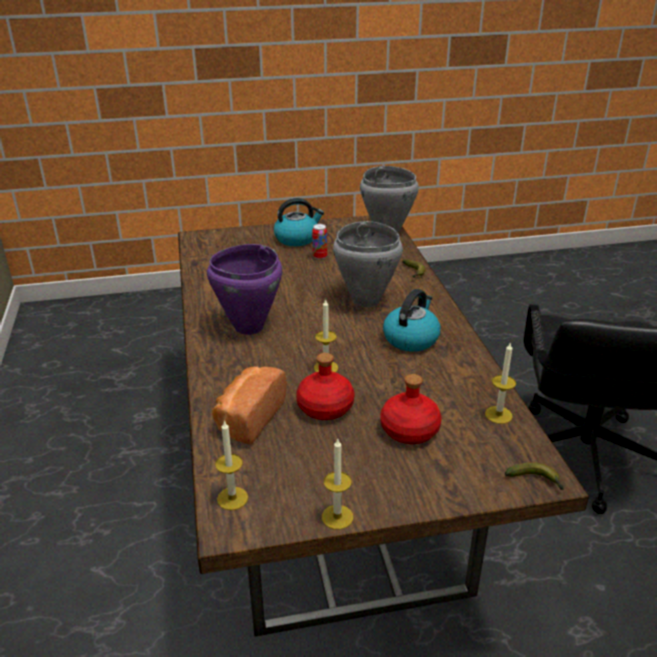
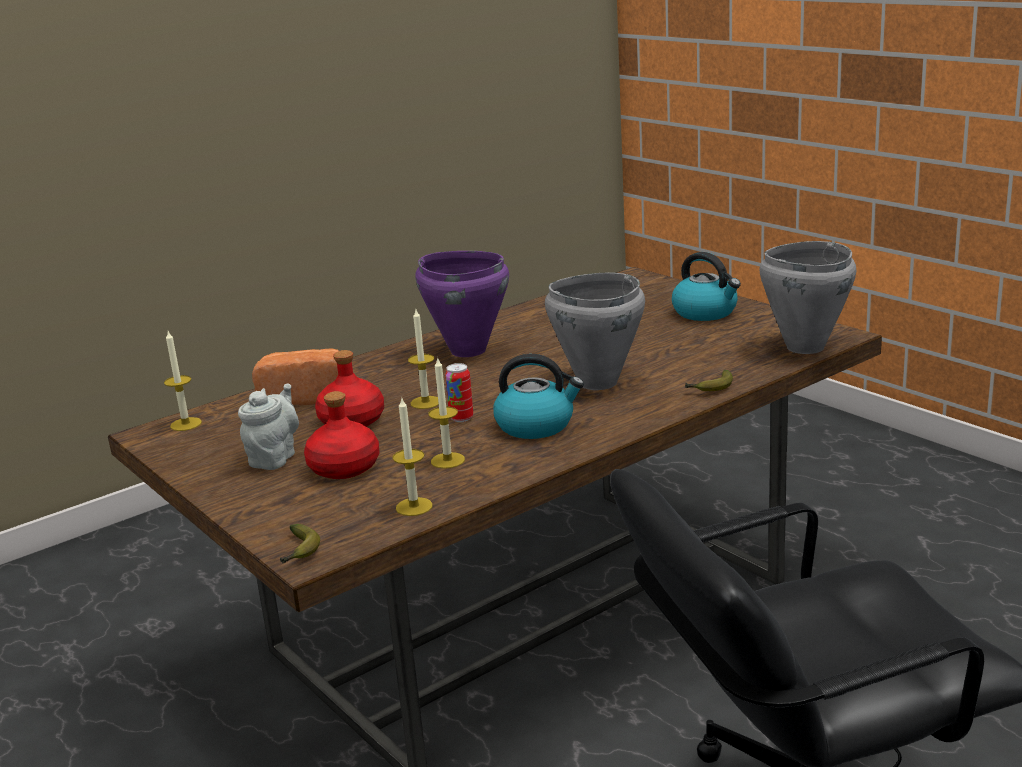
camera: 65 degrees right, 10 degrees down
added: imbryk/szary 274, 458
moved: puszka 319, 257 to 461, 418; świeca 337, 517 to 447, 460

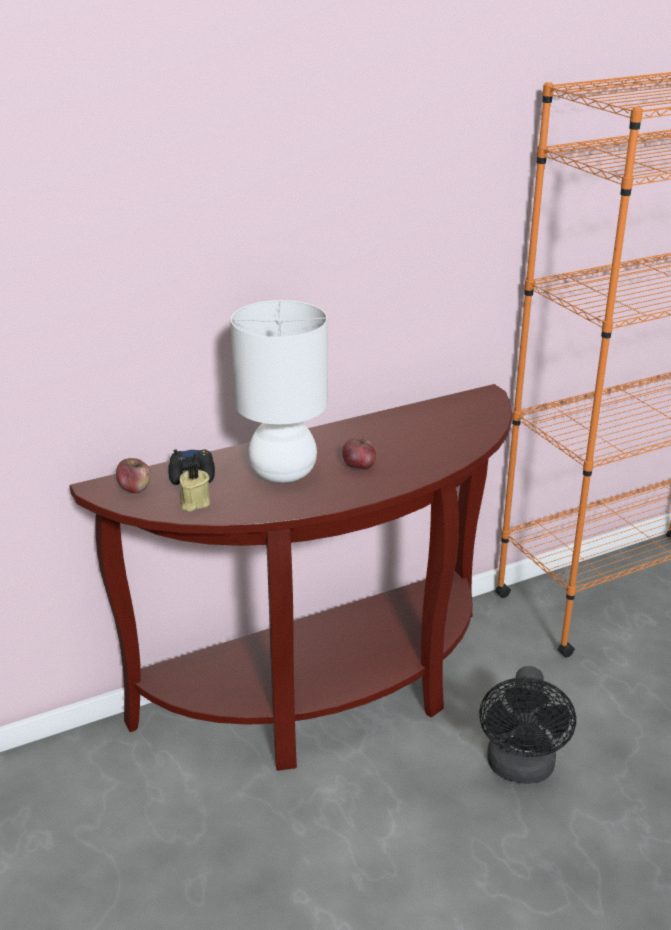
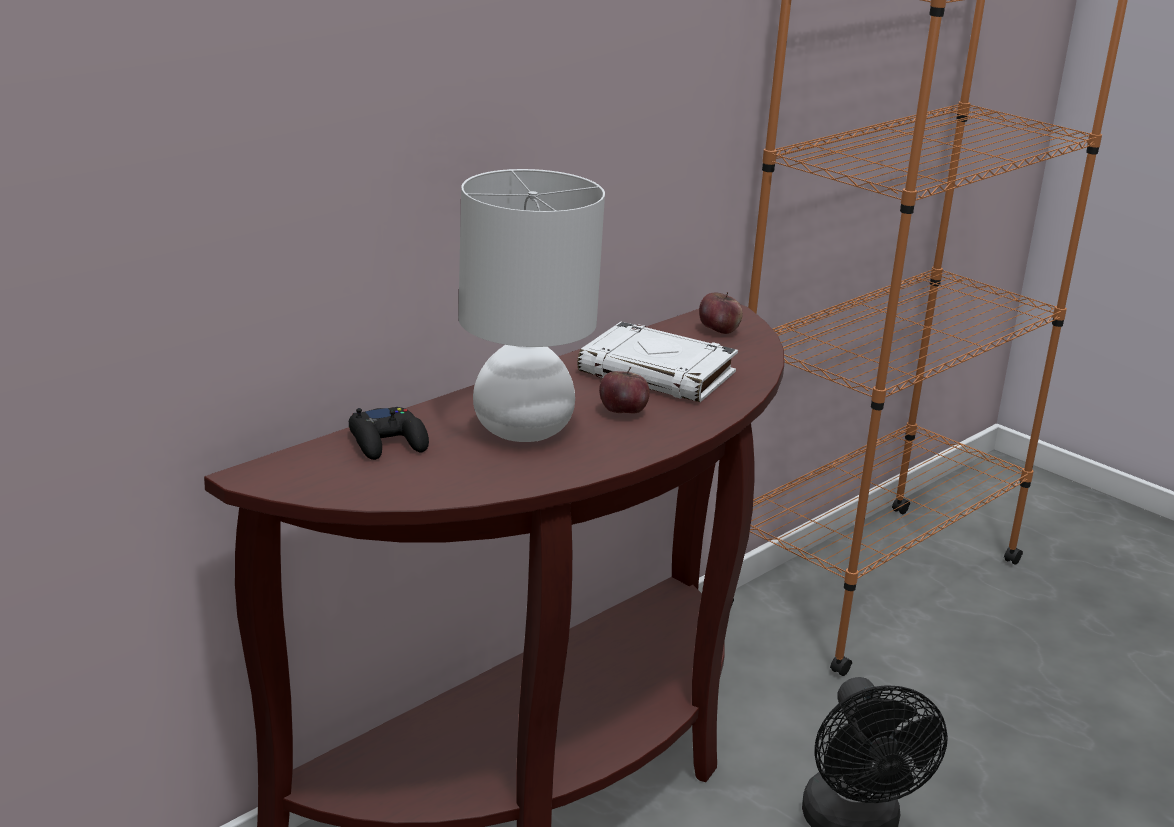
camera: 20 degrees left, 5 degrees down
removed: świeca/beżowy 194, 503
added: książka/biały 659, 373
moved: jabłko 135, 488 to 719, 330

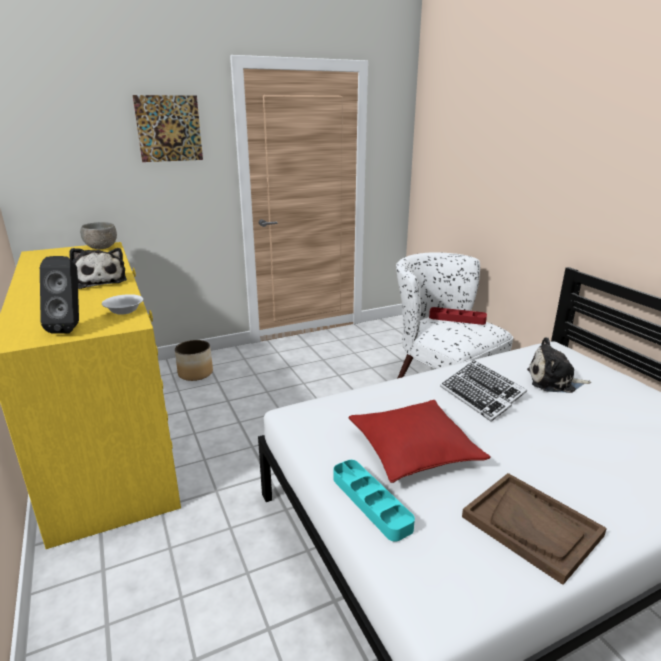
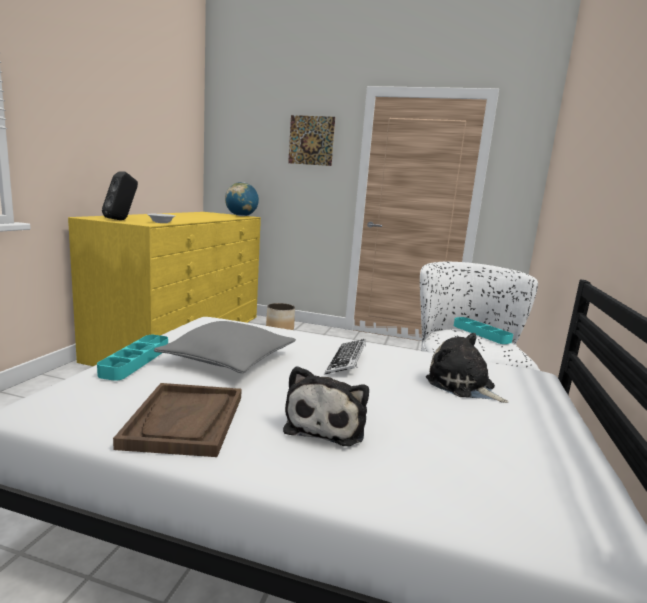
camera: 40 degrees right, 10 degrees down
removed: klawiatura 489, 386
moved: pluszak 100, 281 to 327, 425
replaced: miska/szary 101, 248 to globus 241, 216
recoloured: taca/czerwony 457, 319 to taca/turkusowy 481, 333; poduszka/czerwony 414, 450 to poduszka/szary 228, 359

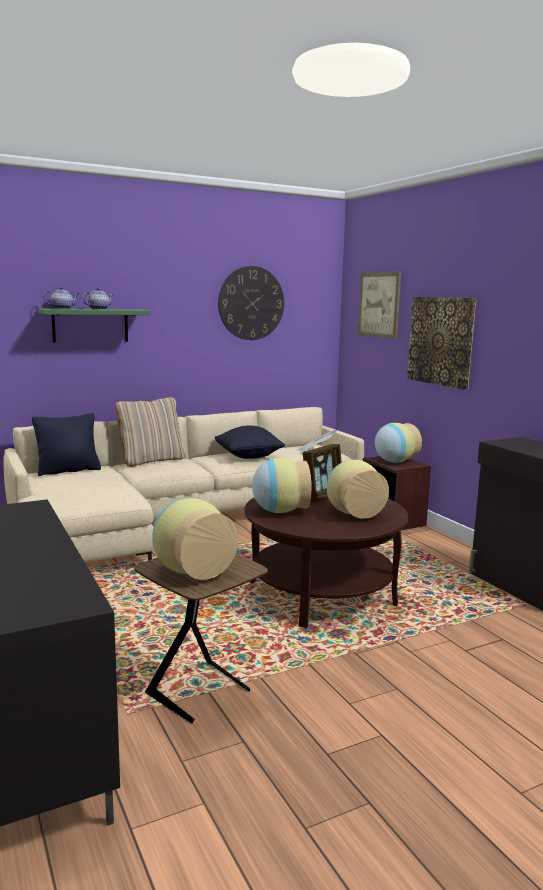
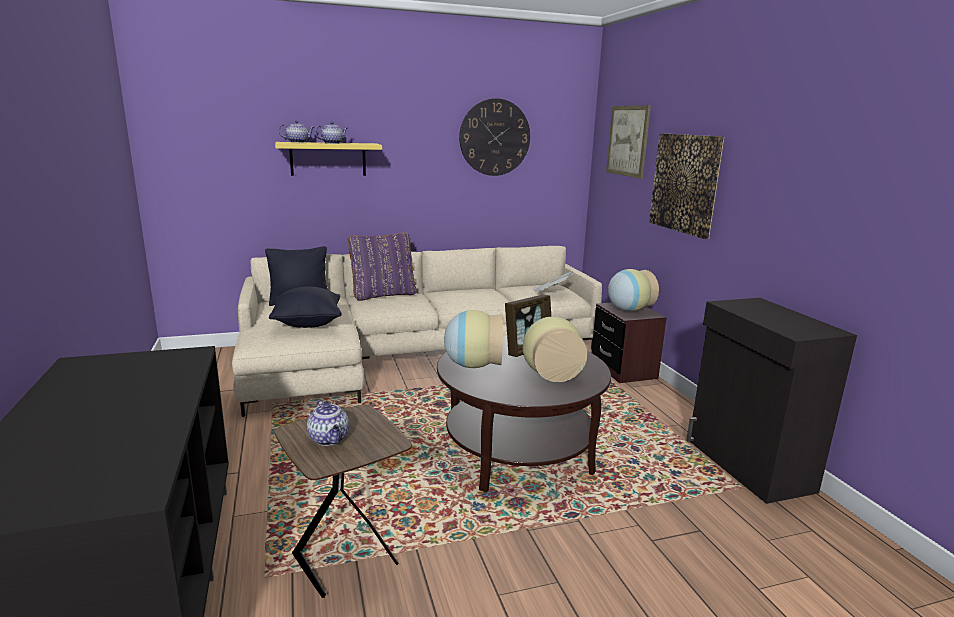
camera: 10 degrees right, 5 degrees up
moved: poduszka/czarny 248, 456 to 308, 323
replaced: wazon 191, 570 to imbryk 329, 439
recoloured: półka/zielony 90, 325 to półka/żółty 328, 159; poduszka/beżowy 151, 461 to poduszka/fioletowy 383, 295

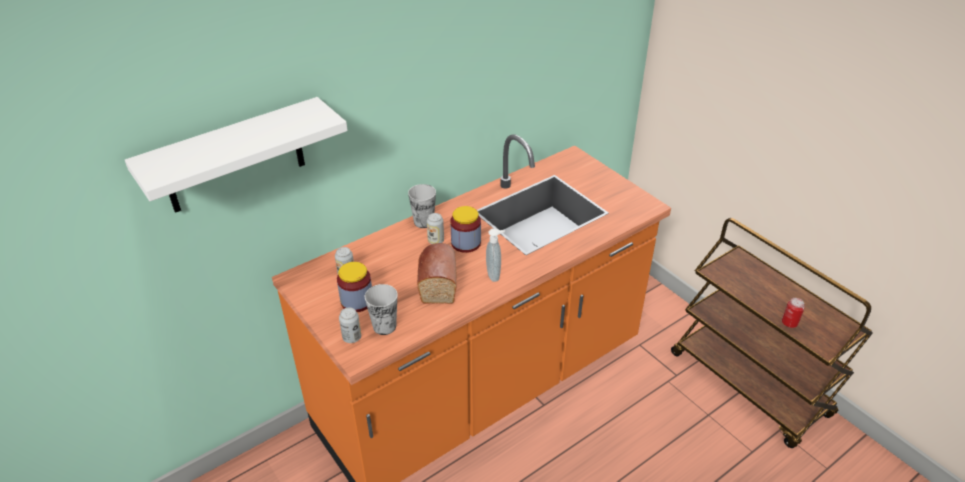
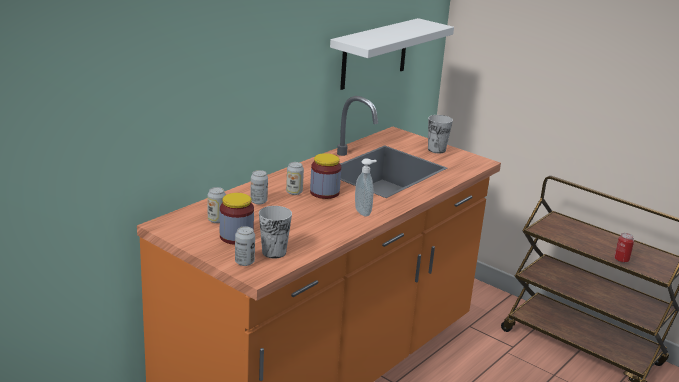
camera: 15 degrees left, 15 degrees down
removed: chleb 438, 280
added: puszka 258, 201
moved: półka/biały 234, 157 to 374, 54; filiżanka 423, 222 to 436, 150

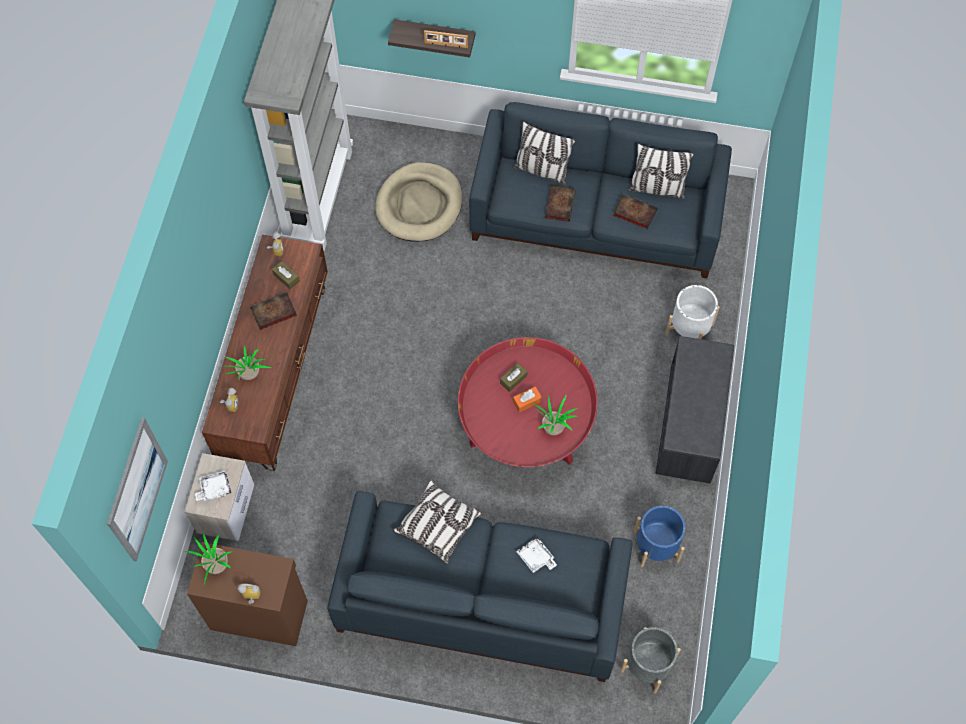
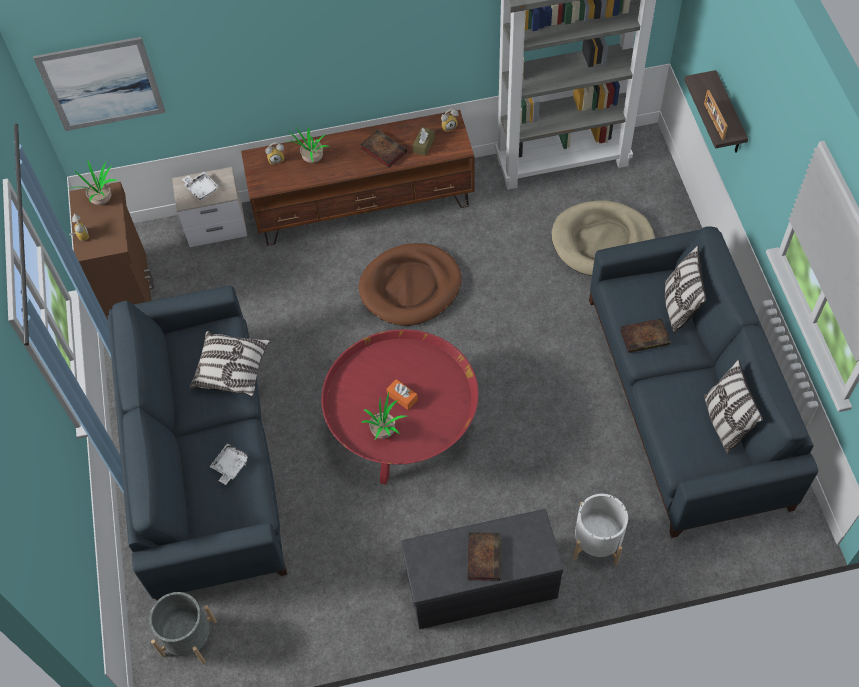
camera: 70 degrees right, 5 degrees down
removed: pudełko chusteczek/brązowy 513, 379; donica/niebieski 656, 546
added: legowisko/brązowy 410, 287
moved: książka 633, 213 to 483, 556

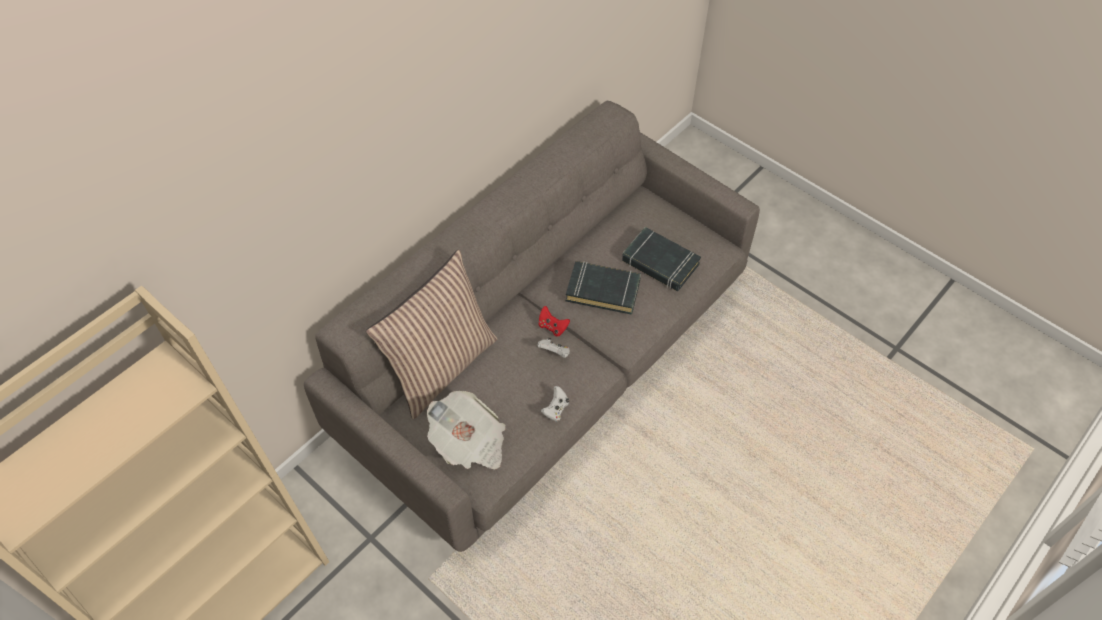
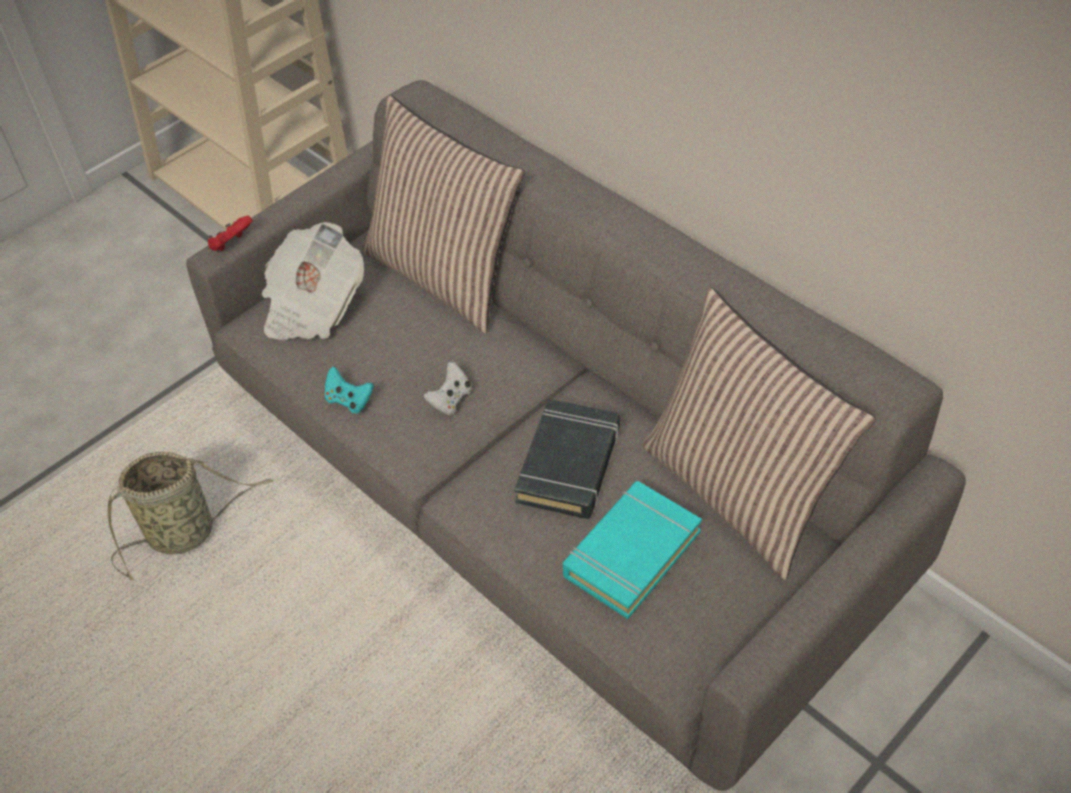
camera: 95 degrees right, 5 degrees down
added: poduszka 738, 492; koszyk 187, 532
moved: pad do gier/czerwony 552, 327 to 231, 244
recoloured: książka/czarny 660, 263 to książka/turkusowy 631, 553; pad do gier/biały 555, 409 to pad do gier/turkusowy 349, 400

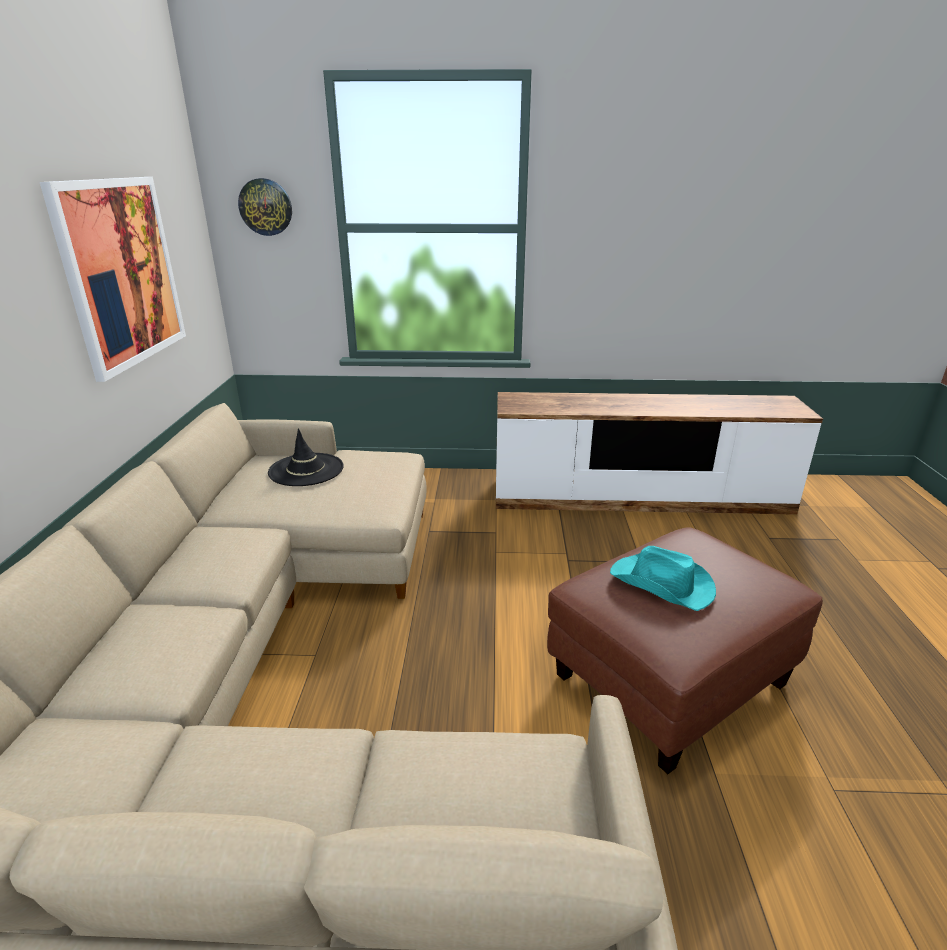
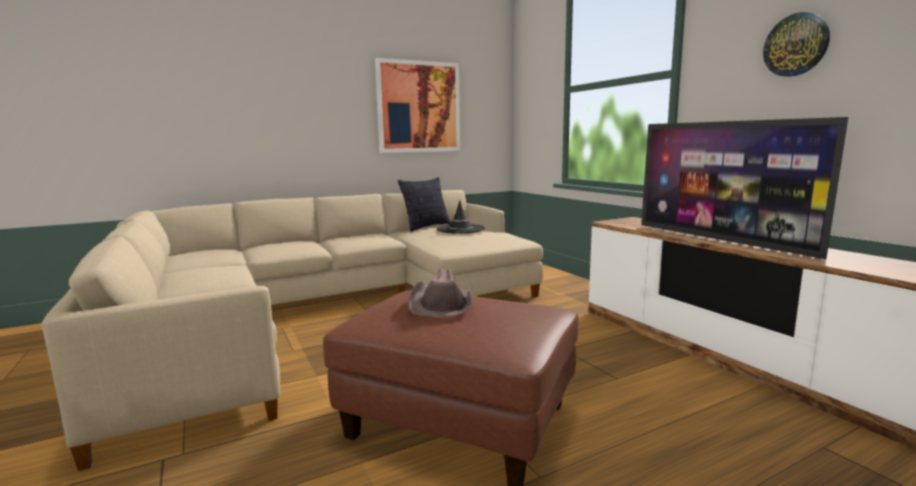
camera: 60 degrees right, 15 degrees down
added: telewizor 720, 239; poduszka 426, 227
moved: zegar ścienny 265, 207 to 796, 45
recoloured: kapelusz/turkusowy 662, 584 to kapelusz/brązowy 442, 304

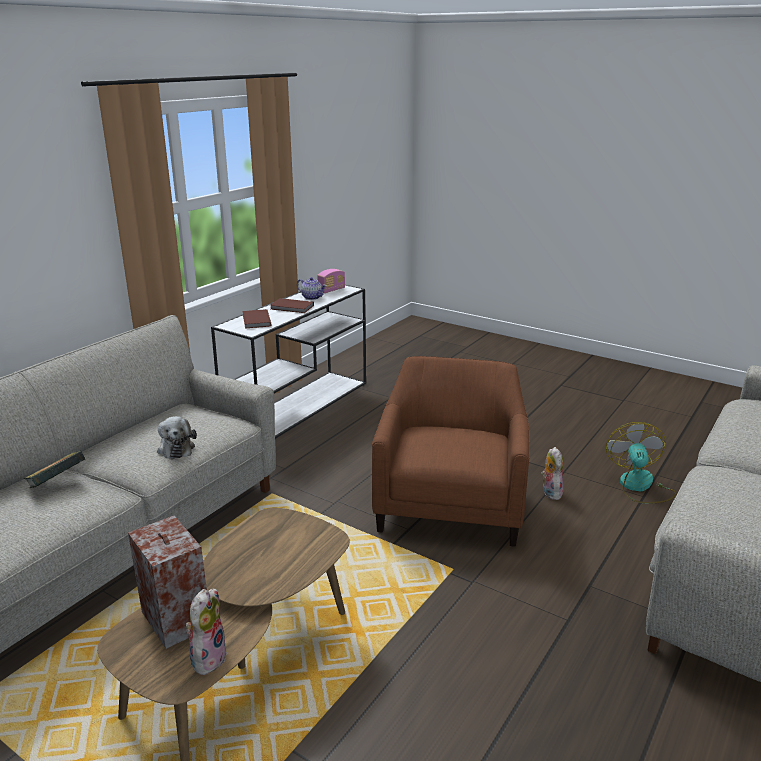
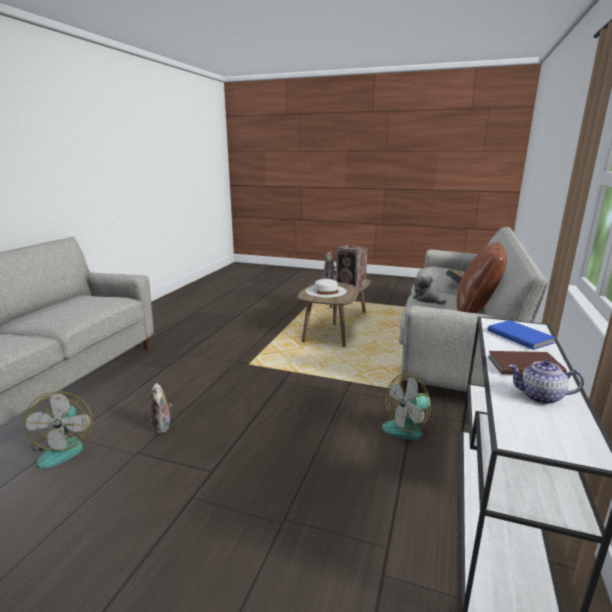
camera: 165 degrees right, 5 degrees down
removed: radio 331, 290; fotel/brązowy 450, 504
added: poduszka/brązowy 476, 312; kapelusz/biały 326, 291; wentylator 411, 428
recoloured: książka/brązowy 255, 321 to książka/niebieski 520, 336

